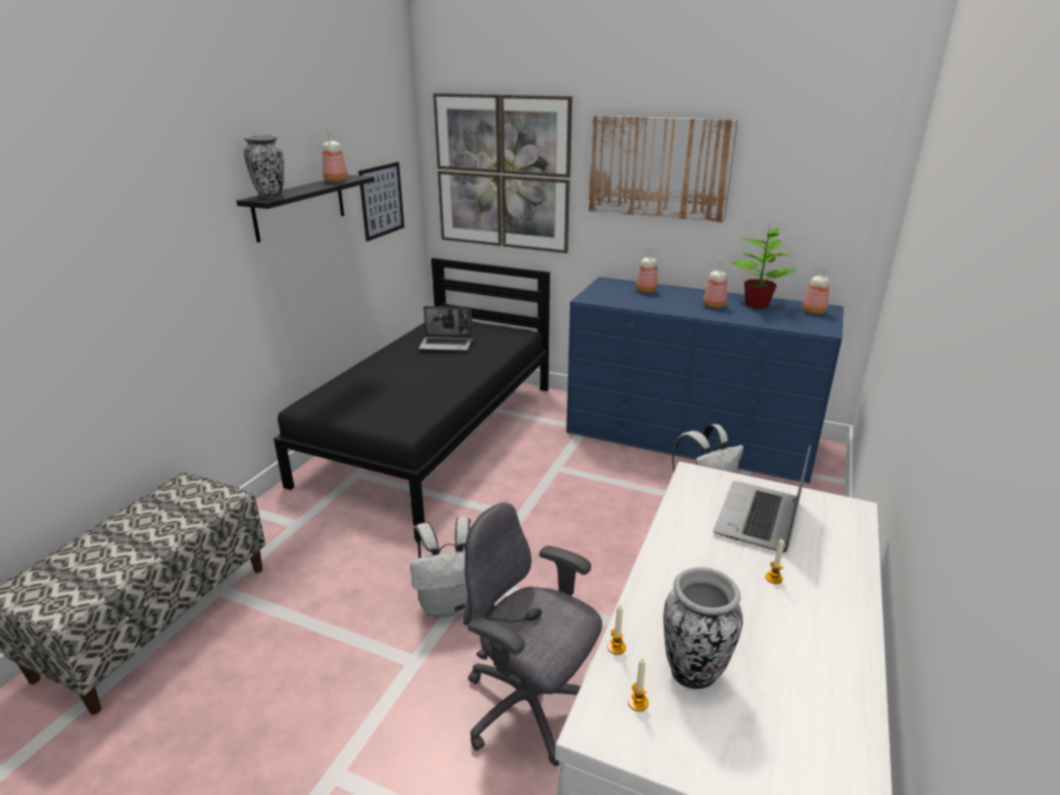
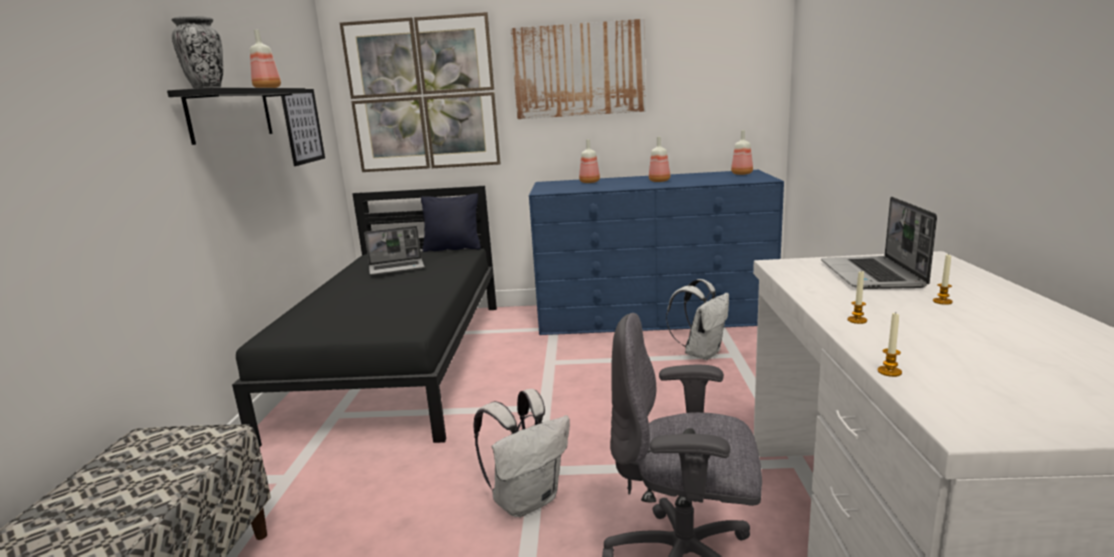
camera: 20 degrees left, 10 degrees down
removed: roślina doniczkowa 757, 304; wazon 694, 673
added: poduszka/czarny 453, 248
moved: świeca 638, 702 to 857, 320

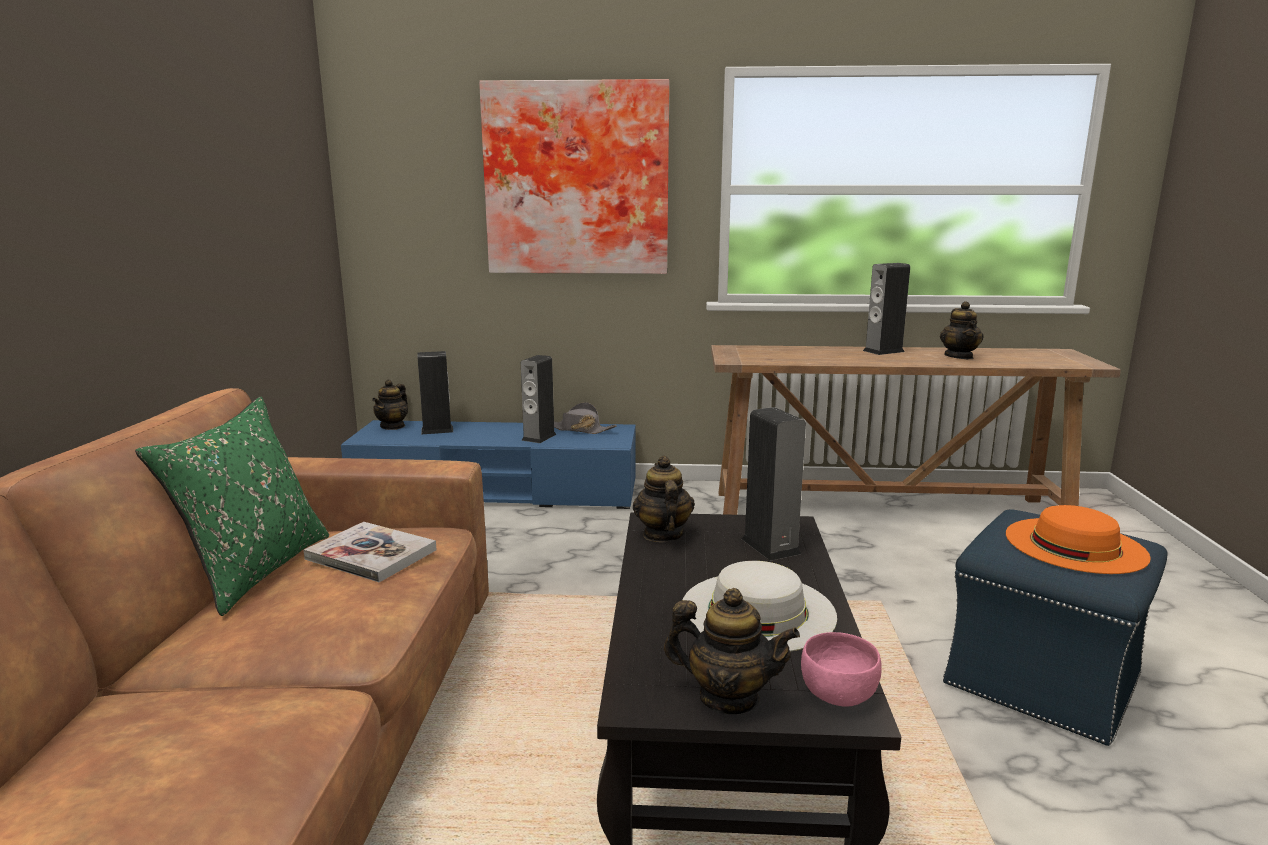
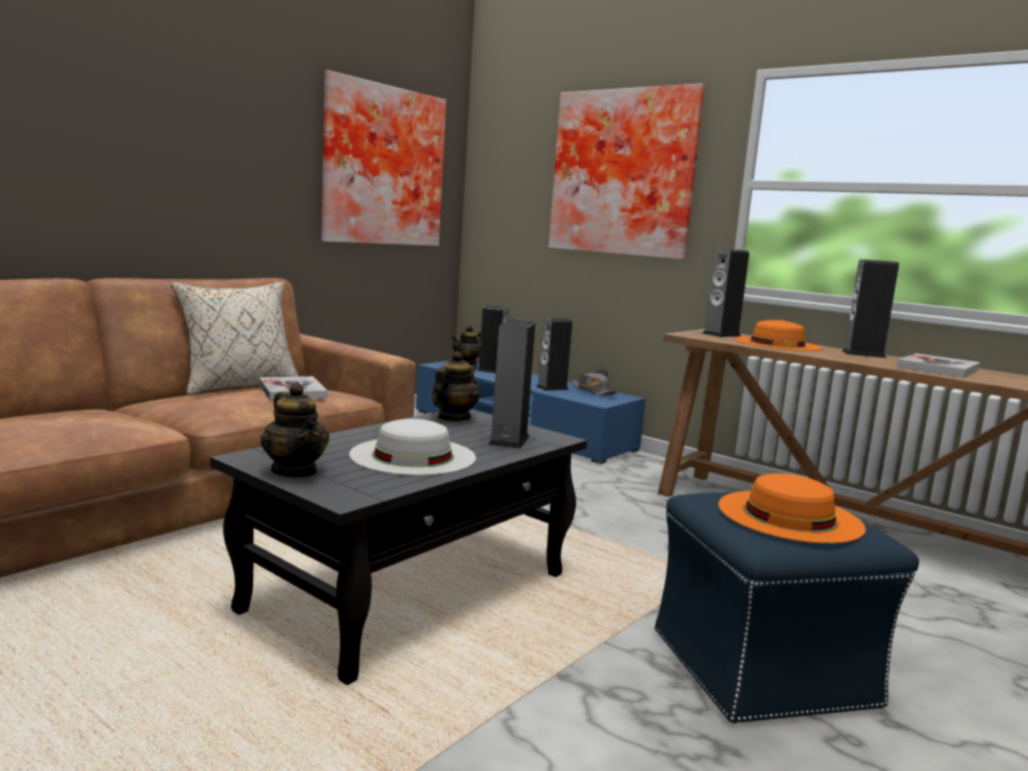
camera: 35 degrees right, 5 degrees down
removed: miska/różowy 838, 694
added: obraz 381, 166; głośnik 721, 334; kapelusz/pomarańczowy 777, 344
replaced: imbryk 959, 357 to książka 937, 368
recoloured: poduszka/zielony 254, 571 to poduszka/beżowy 238, 387

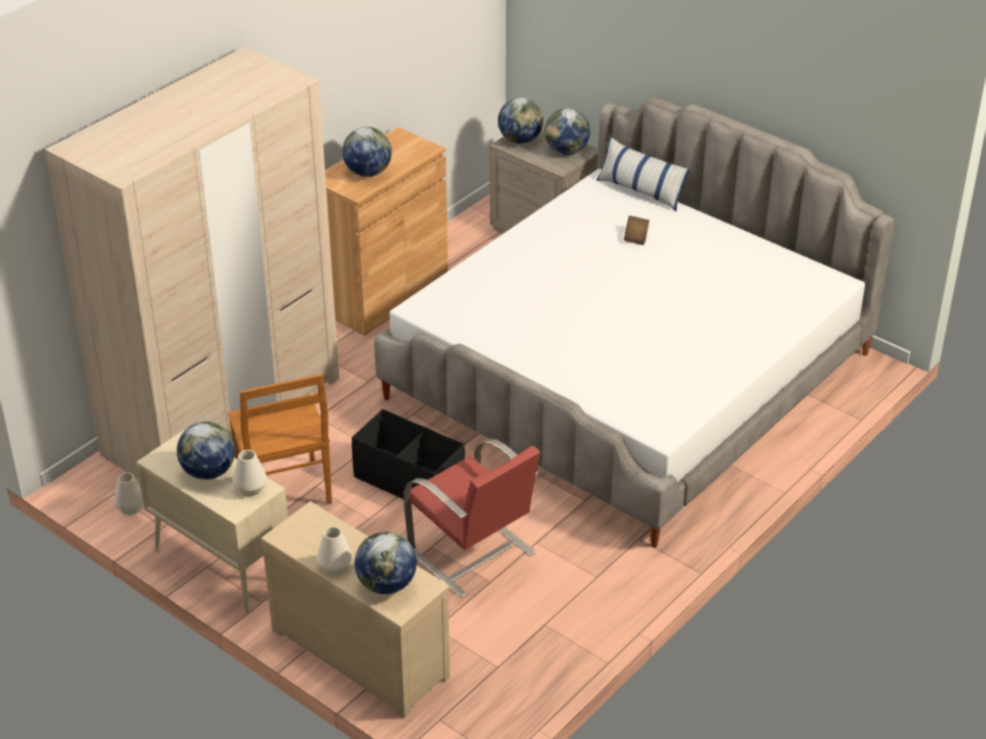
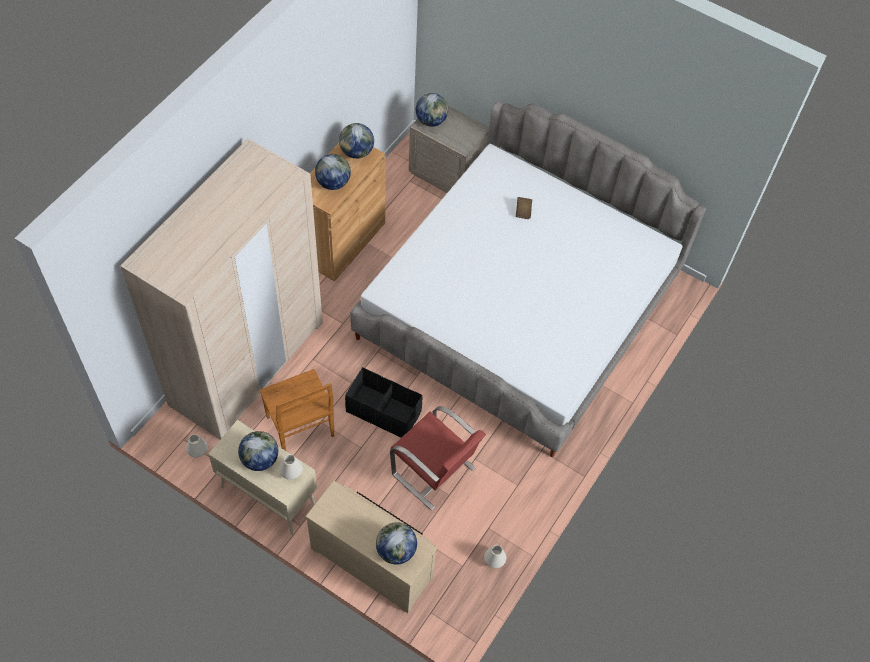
camera: 10 degrees left, 20 degrees up
removed: poduszka 641, 191
moved: globus 566, 151 to 356, 152; wazon/biały 335, 566 to 494, 560

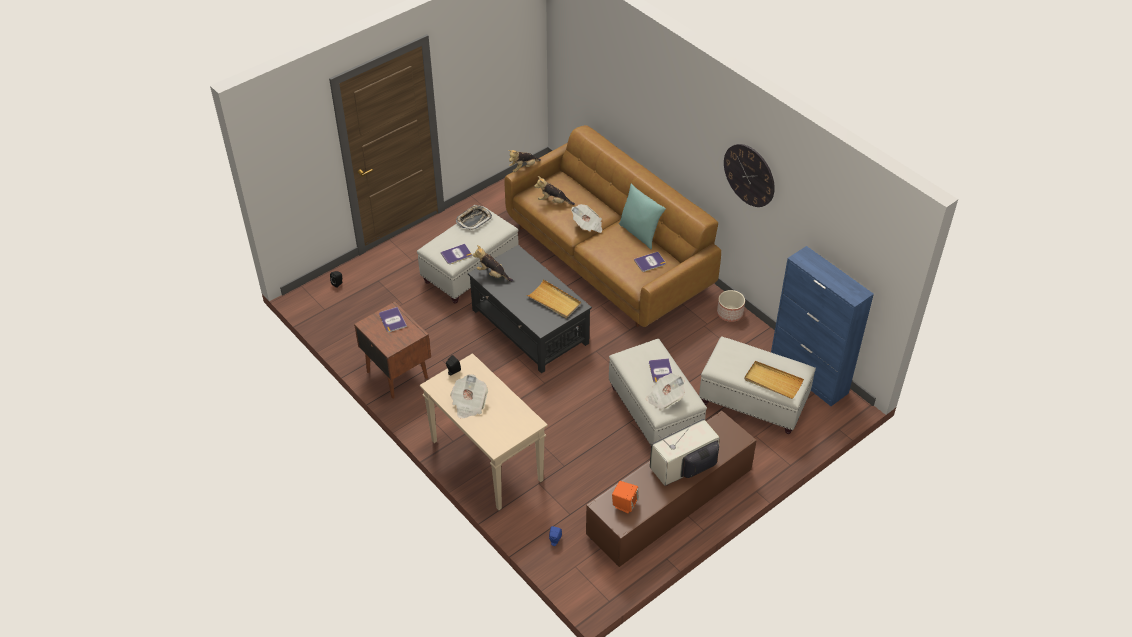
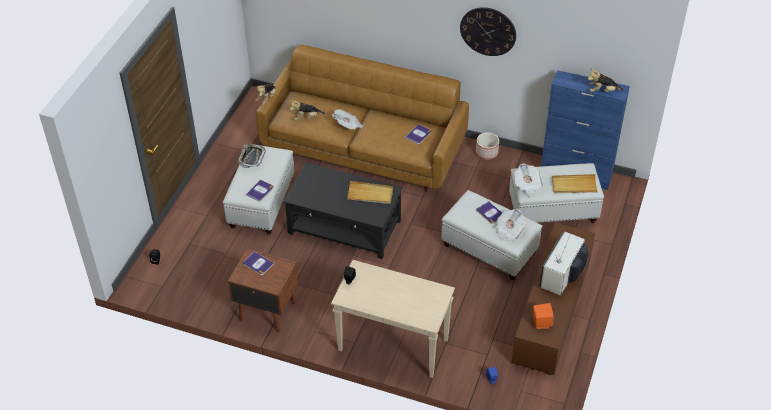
camera: 30 degrees left, 0 degrees up
removed: poduszka/turkusowy 640, 233
moved: pluszak 492, 274 to 602, 91; gazeta 469, 404 to 528, 186

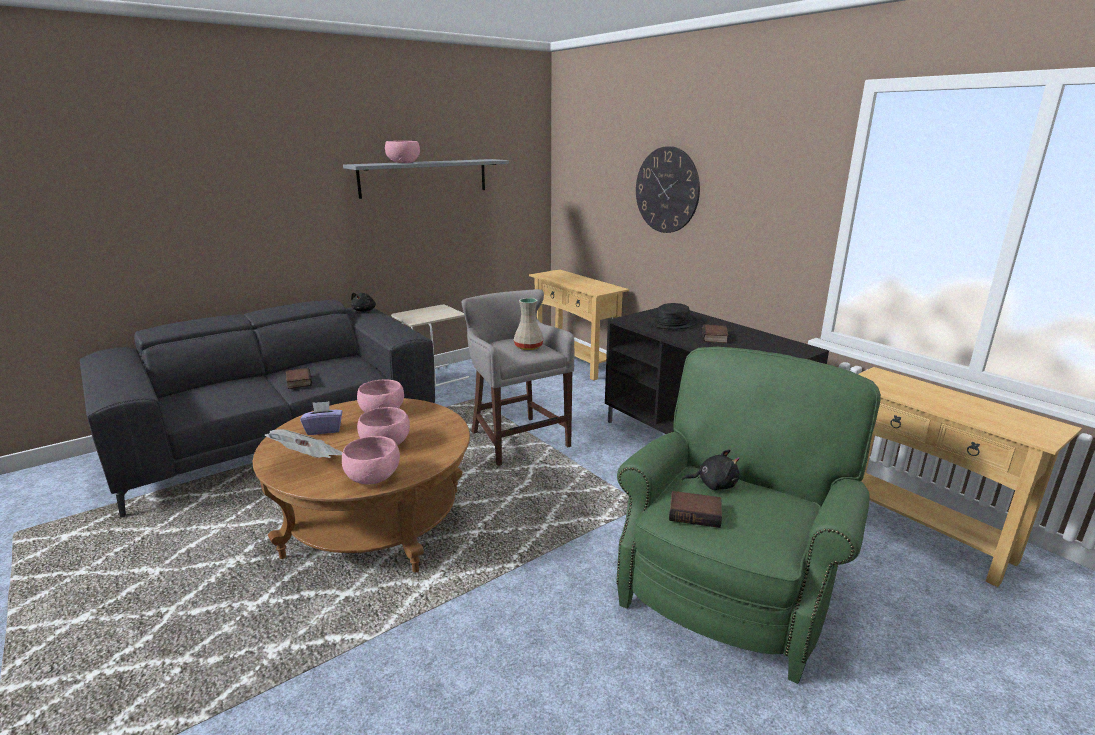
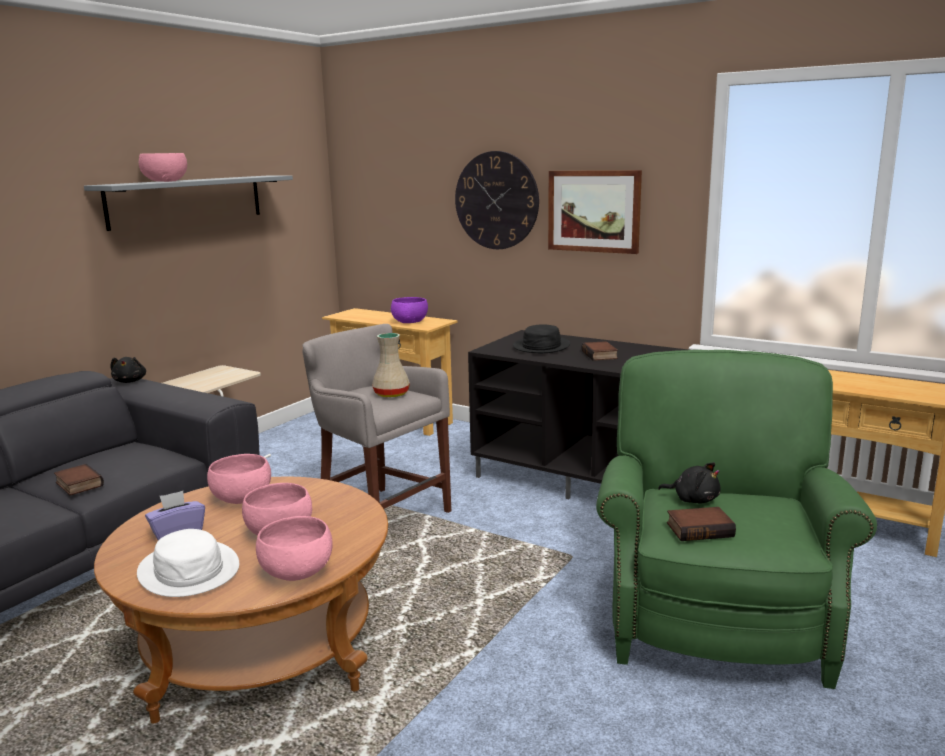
camera: 20 degrees left, 5 degrees down
added: obraz 594, 211; miska/fioletowy 409, 322
replaced: gazeta 309, 460 to kapelusz/biały 189, 570
turned: pluszak/czarny 714, 484 = 693, 499 45 degrees clockwise

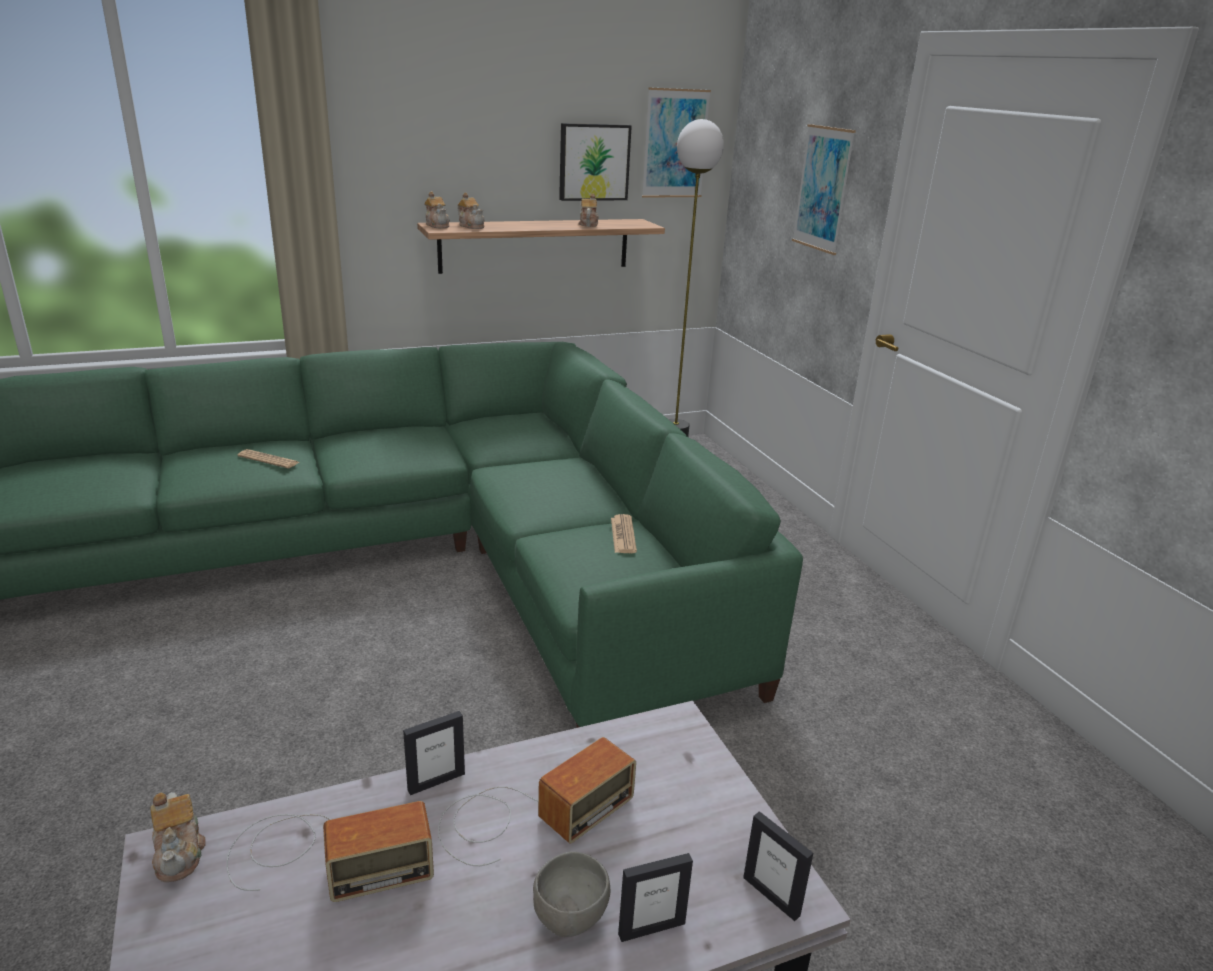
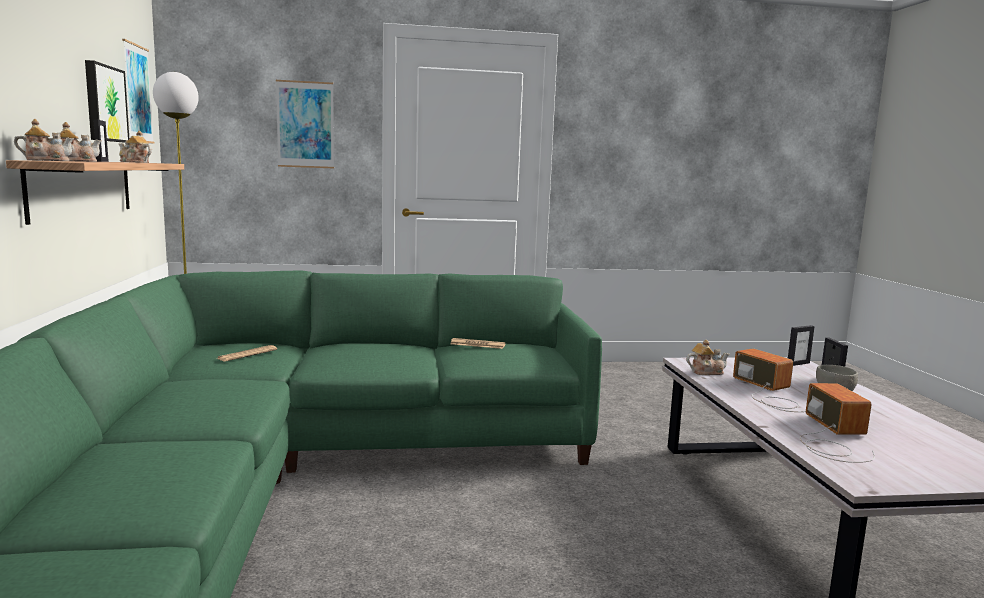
camera: 75 degrees left, 15 degrees down
moved: gazeta 268, 460 to 247, 354; ramka na zdjęcie 436, 781 to 102, 161; imbryk 180, 853 to 706, 372

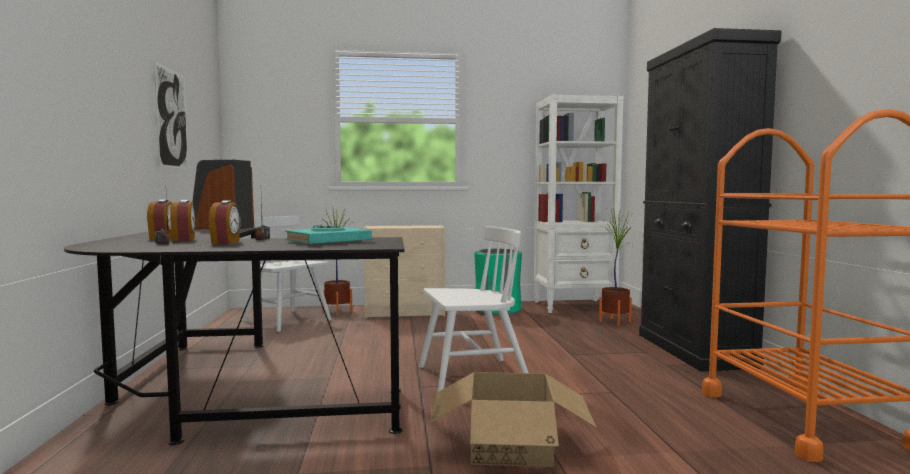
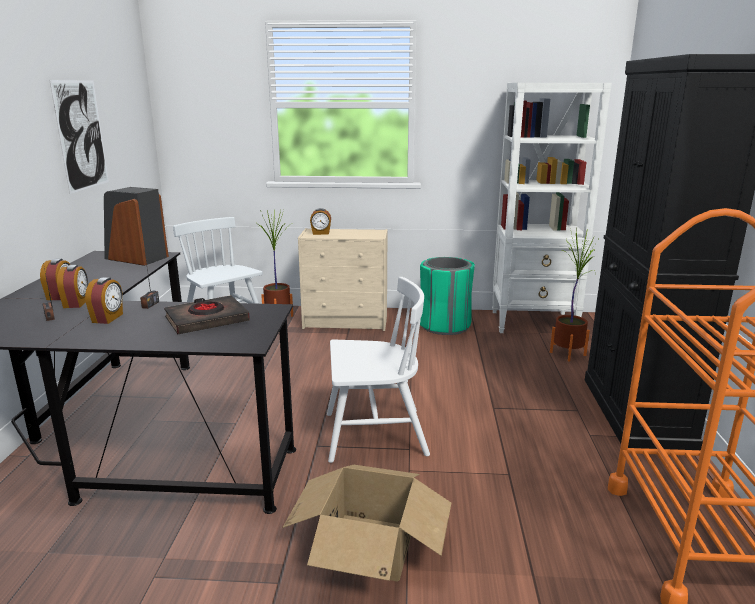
camera: 10 degrees right, 15 degrees up
added: budzik 321, 233
recoloured: książka/turkusowy 328, 241 to książka/czarny 207, 320

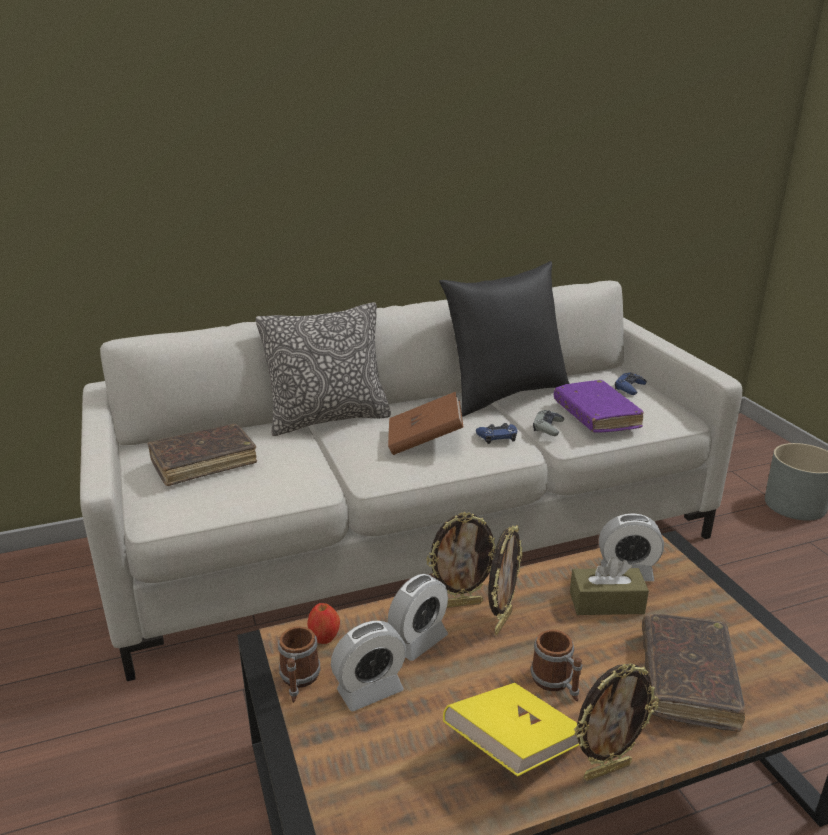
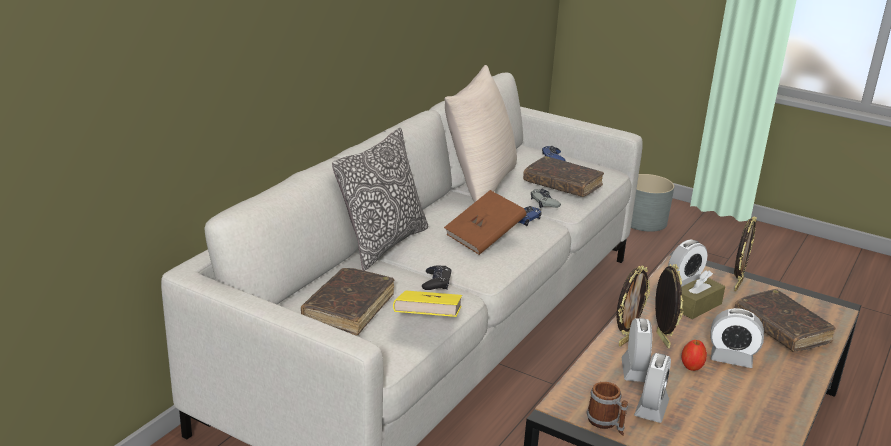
camera: 40 degrees left, 0 degrees up
added: pad do gier/czarny 436, 282
moved: jabłko 324, 637 to 692, 366; ramka na zdjęcie 606, 770 to 737, 285; książka/żółty 512, 747 to 427, 321
replaced: kubek 556, 683 to budzik 731, 359
recoloured: poduszka/czarny 505, 394 to poduszka/beżowy 479, 186; książka/fioletowy 596, 415 to książka/brązowy 562, 184

